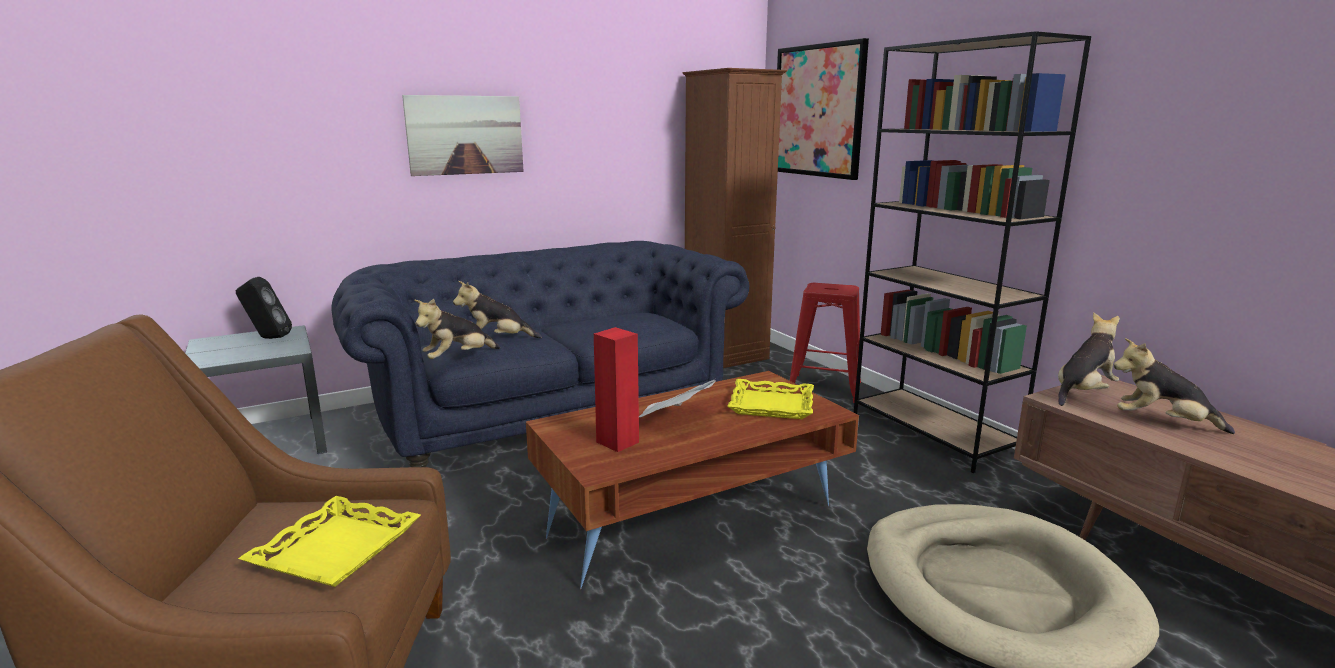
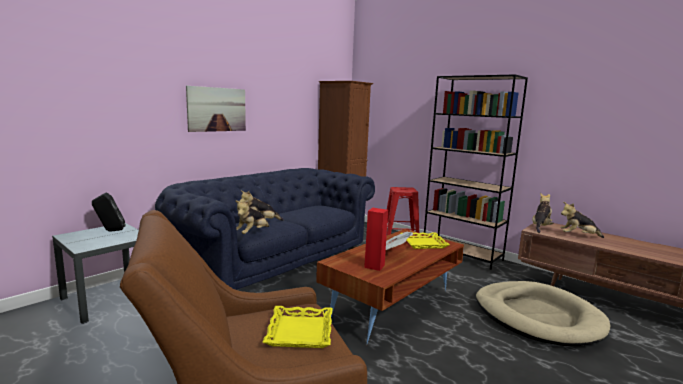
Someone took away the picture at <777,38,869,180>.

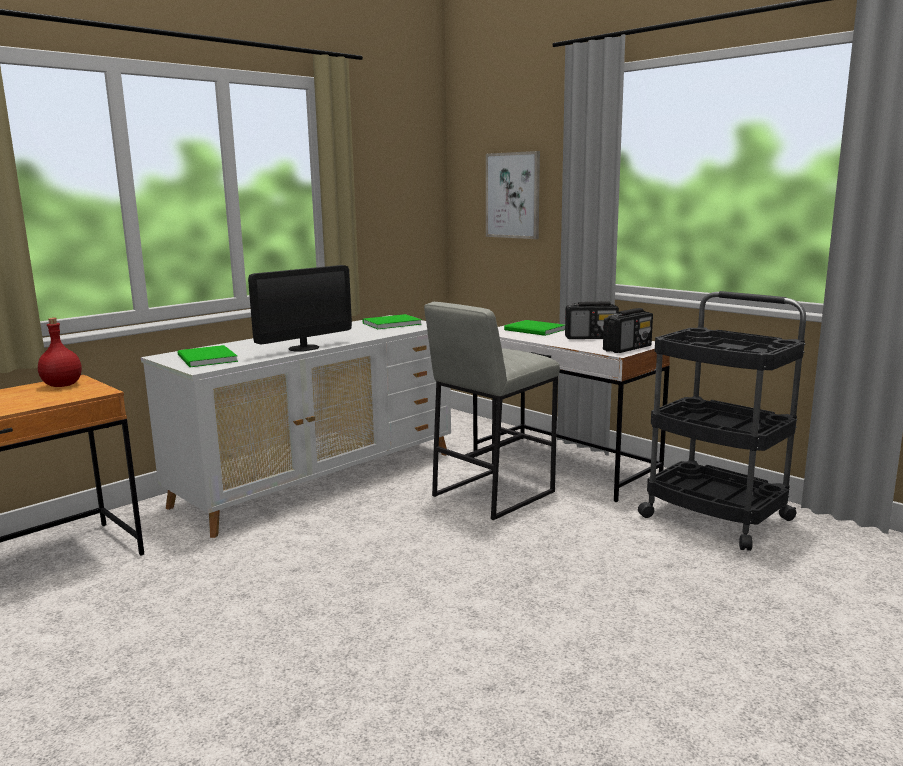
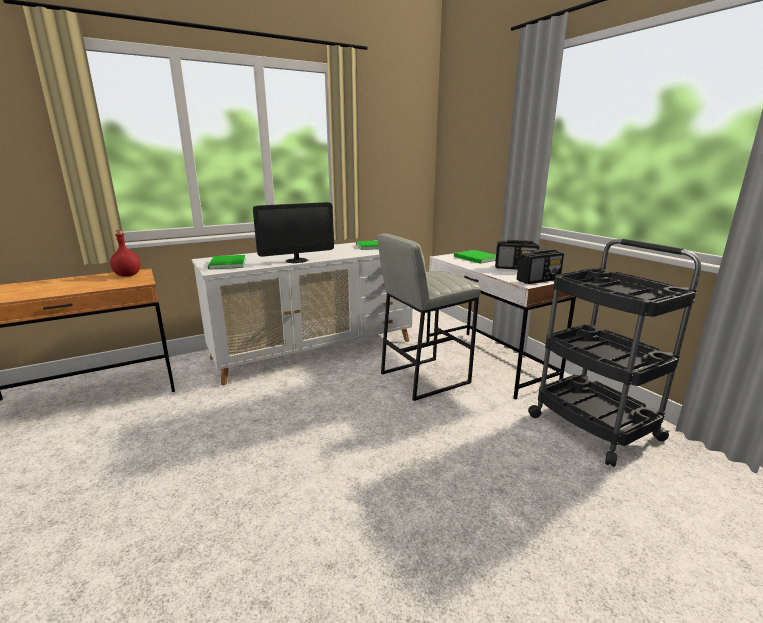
Someone took away the picture at <486,151,540,239>.

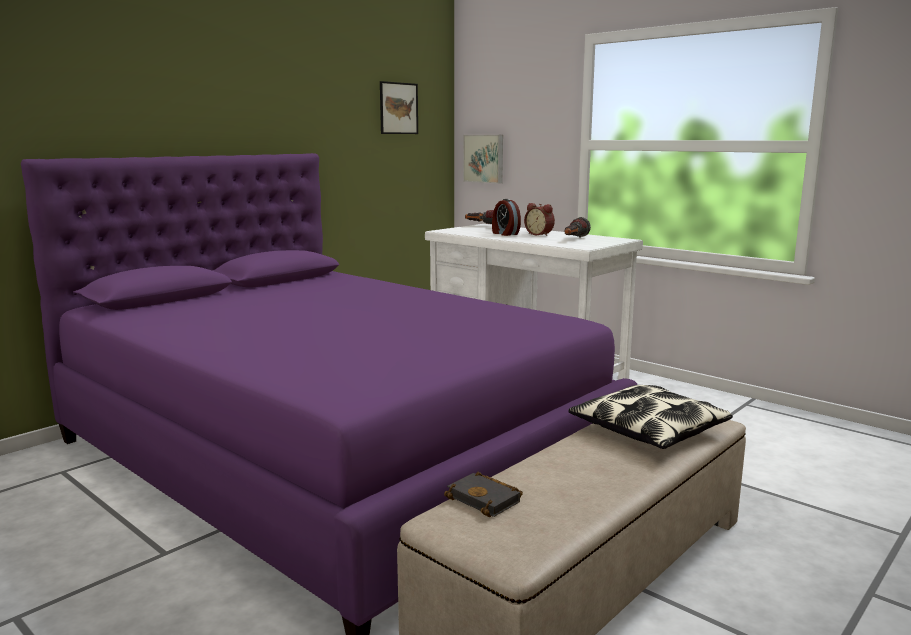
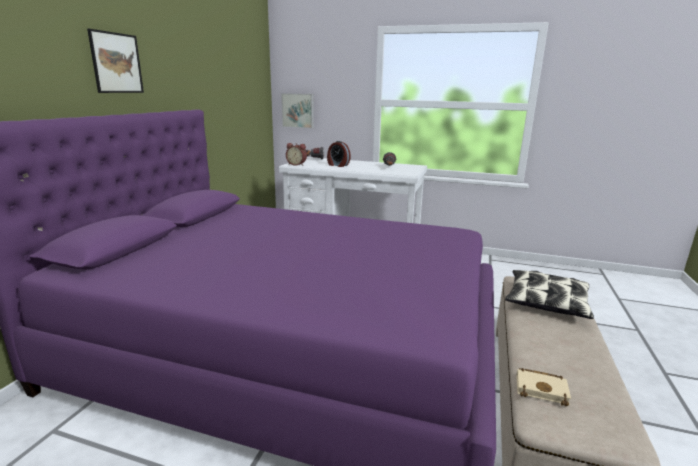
Someone carried the picture from <380,81,418,134> to <87,29,144,93>.
Someone carried the bedside clock from <524,203,555,236> to <286,143,307,166>.
Someone repainted the bound book in black at <444,472,523,517>, which became the bound book in sand-coloured at <516,368,571,406>.

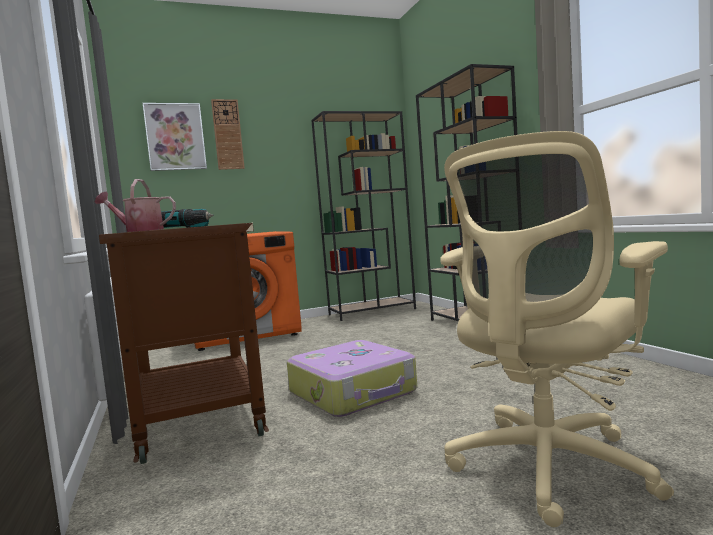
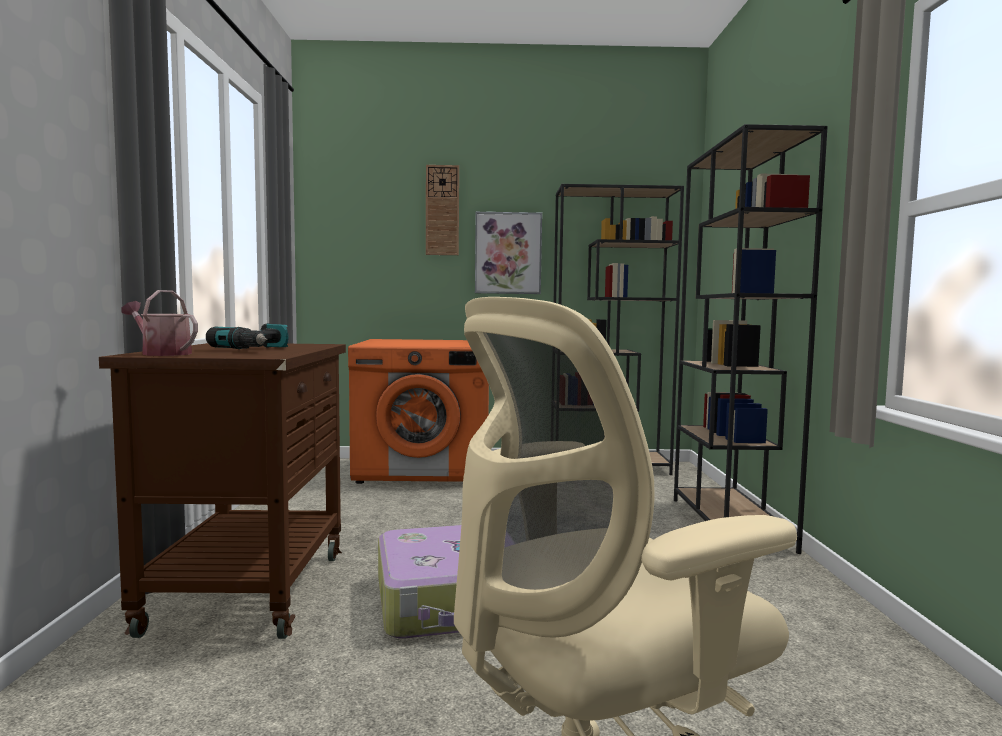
Someone carried the picture from <142,103,207,171> to <475,212,542,294>.

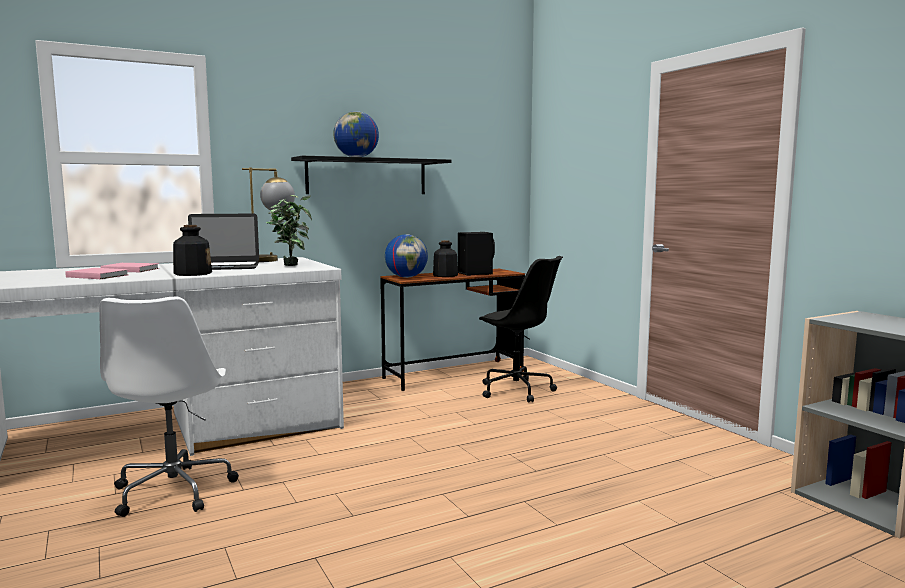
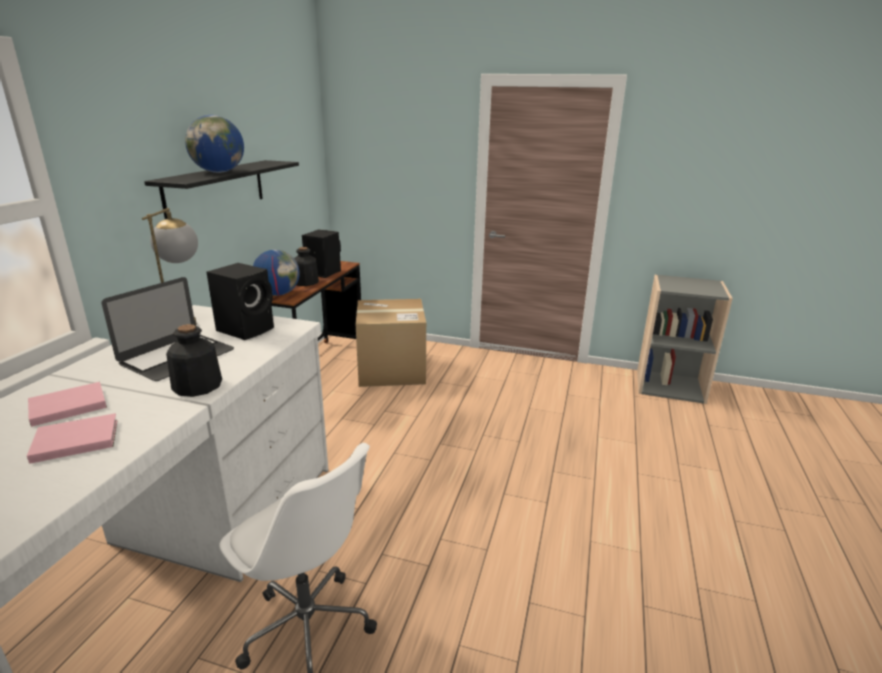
Someone swapped the potted plant at <266,195,312,266> for the audio speaker in black at <206,263,274,340>.
Someone swapped the computer chair in black at <479,256,563,402> for the cardboard box at <356,299,426,387>.

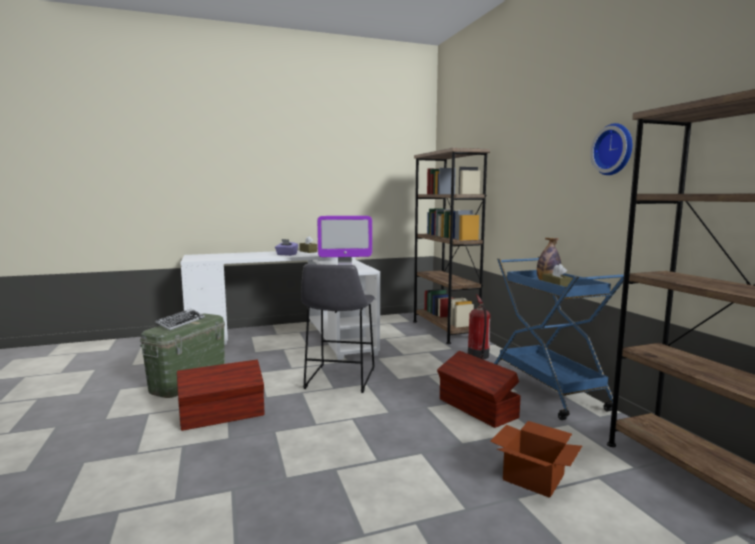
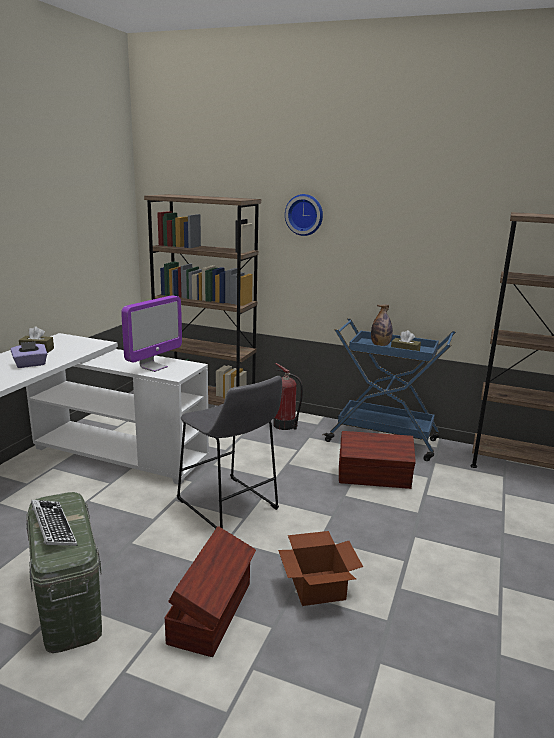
Someone carried the cardboard box from <490,421,582,498> to <278,531,363,606>.
Someone carried the clock on the wall from <590,123,632,175> to <285,194,323,236>.

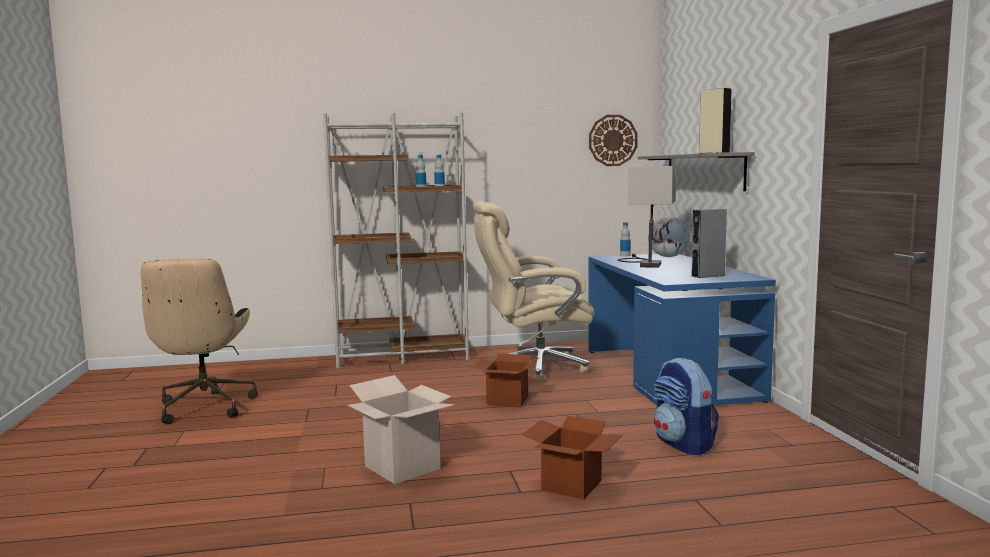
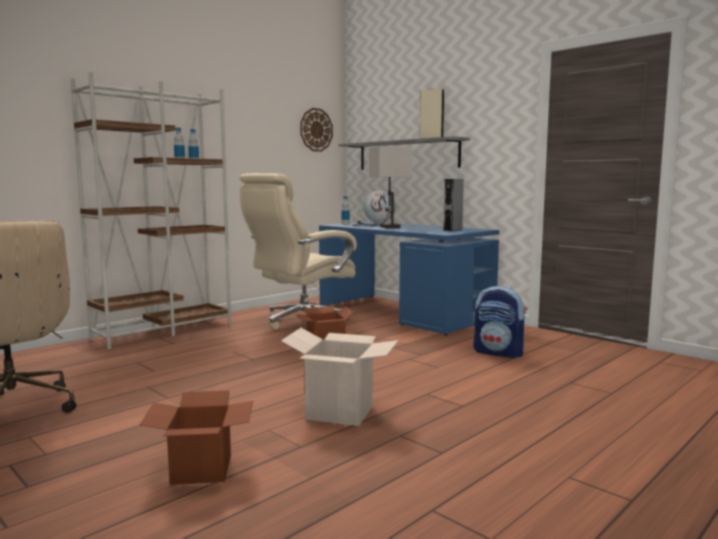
Someone carried the cardboard box from <521,416,622,499> to <139,390,253,485>.

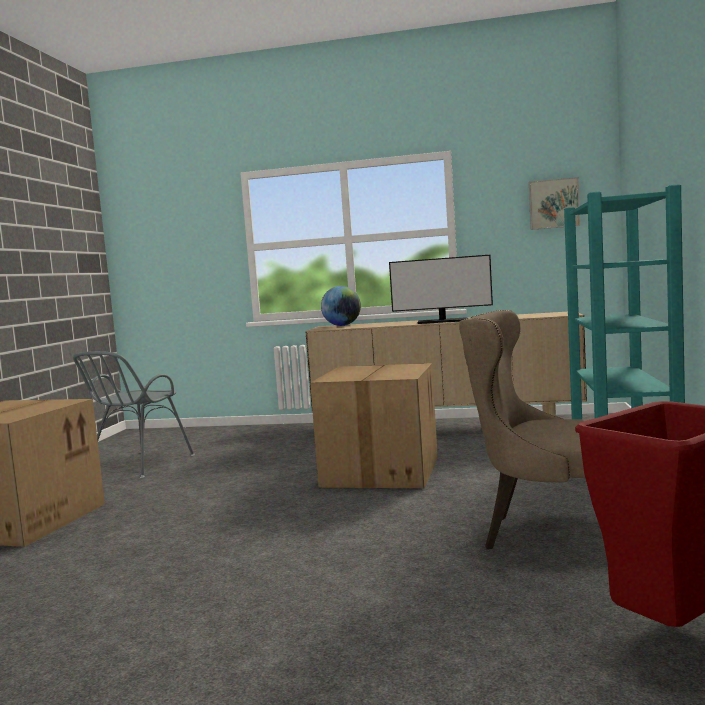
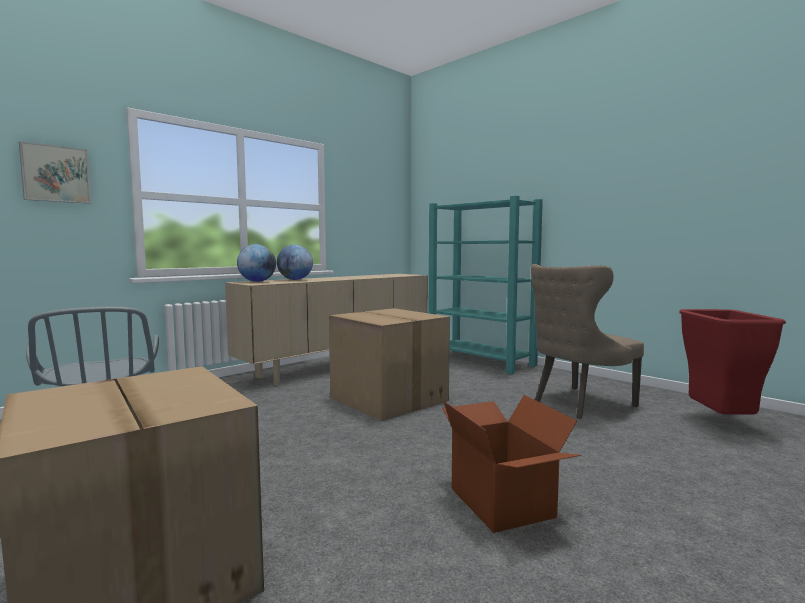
Someone took away the computer display at <389,255,493,324>.
Someone put down the desk globe at <277,244,313,280>.
Someone put down the cardboard box at <442,395,581,533>.
Someone carried the picture from <529,177,580,230> to <19,141,91,204>.

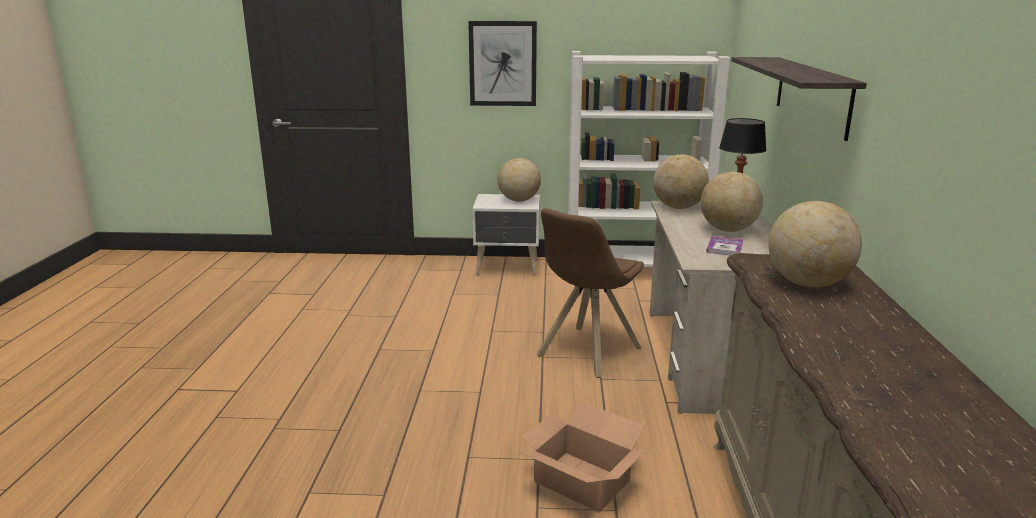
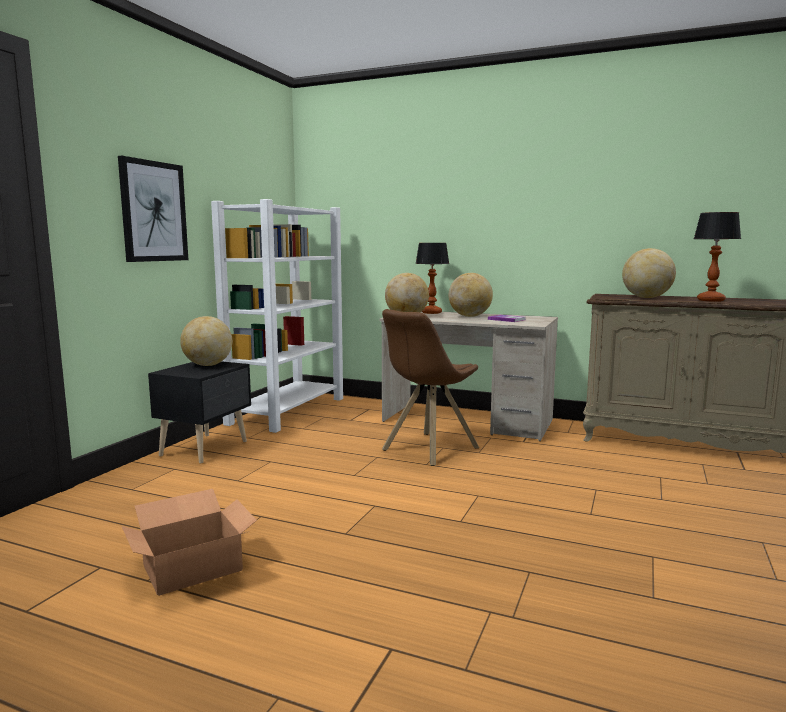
Someone took away the bracket shelf at <731,57,867,141>.
Someone put down the tabletop lamp at <694,212,741,302>.
Someone carried the cardboard box from <520,401,647,512> to <122,489,257,596>.
Someone repainted the night table in whitish at <472,194,540,276>, which became the night table in black at <148,361,251,463>.
Someone rotated the plain chair in brownish at <537,208,644,378> by 75 degrees clockwise.

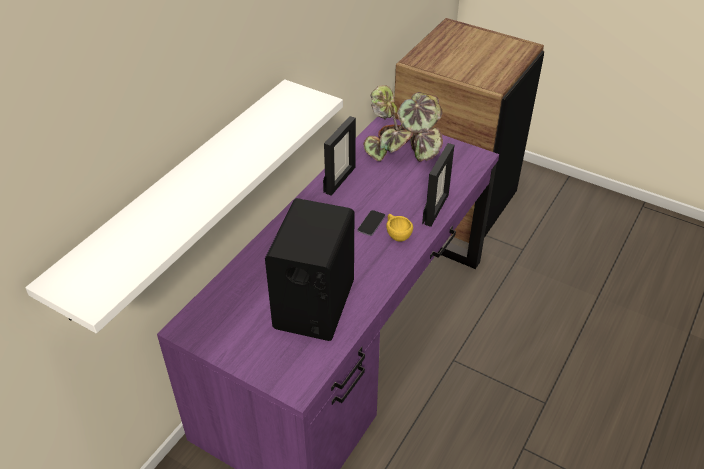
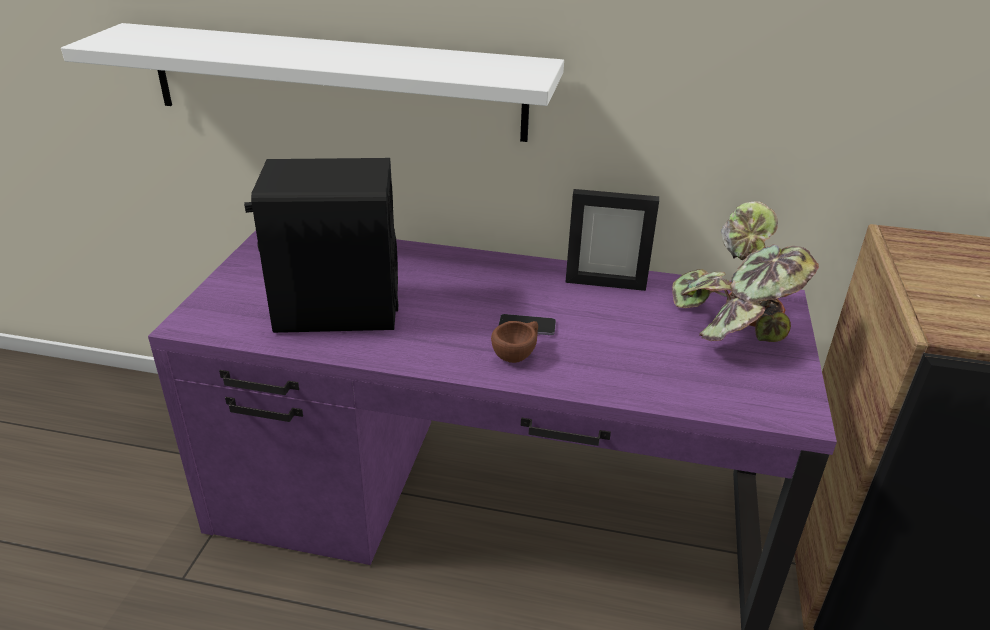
Someone took away the standing frame at <422,143,454,227>.
Someone repainted the cup in yellow at <386,214,413,242>, which became the cup in brownish at <491,321,538,363>.

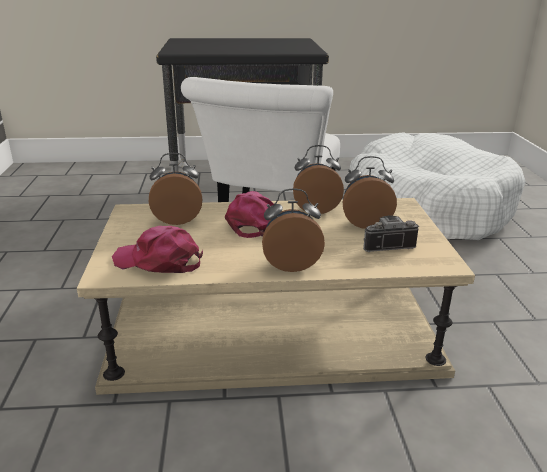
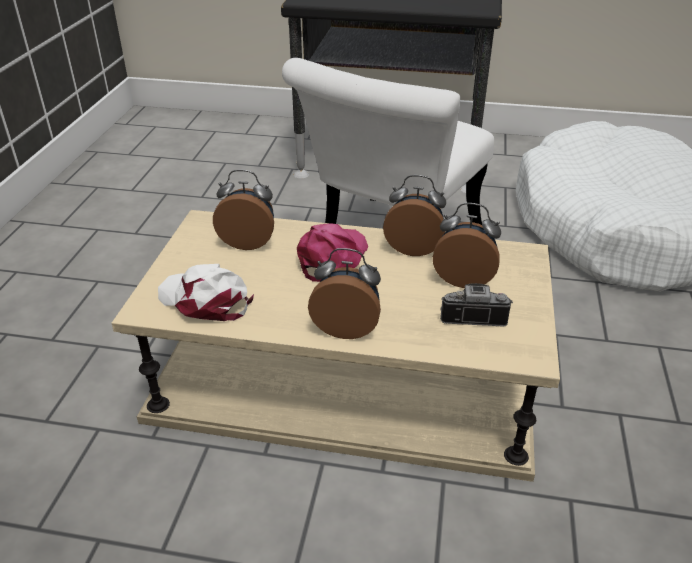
Someone repainted the baseball cap in pinkish at <112,226,203,273>, which became the baseball cap in whitish at <158,264,254,321>.

